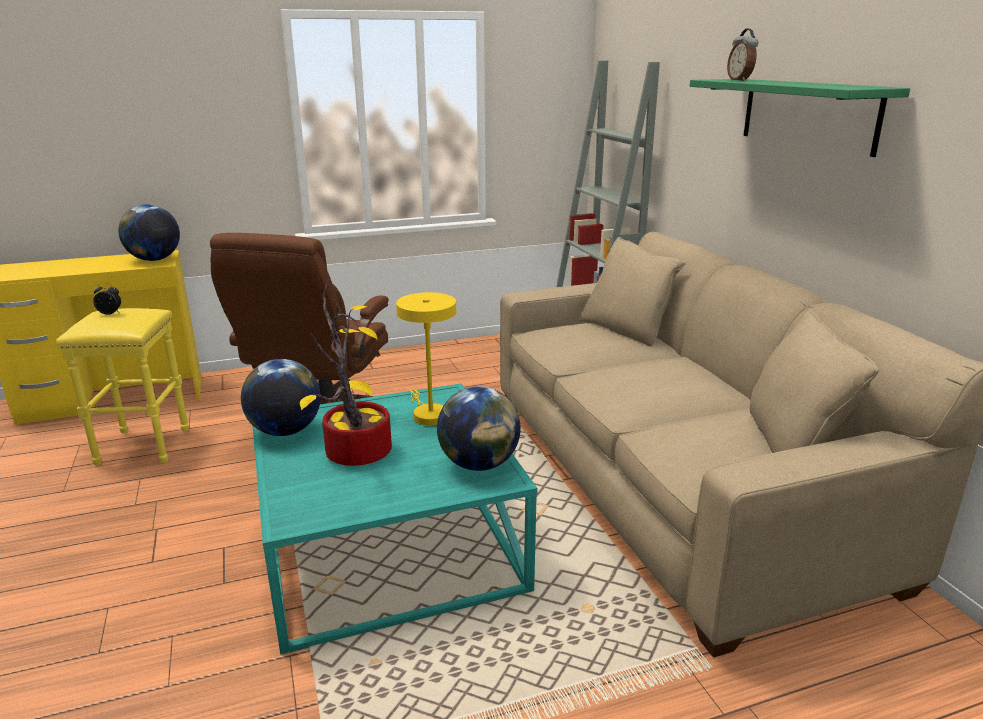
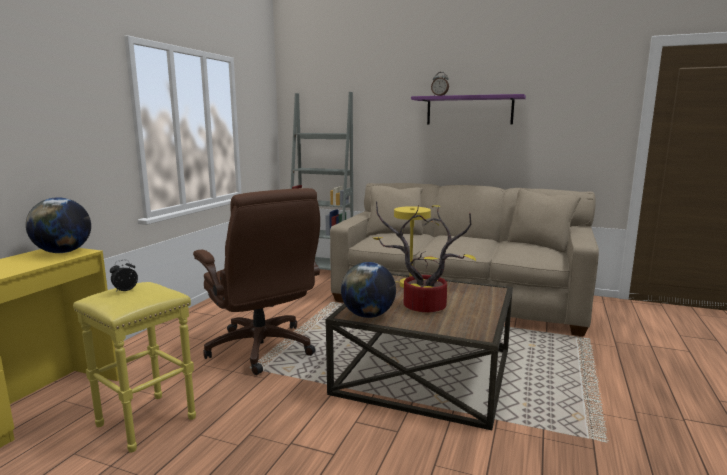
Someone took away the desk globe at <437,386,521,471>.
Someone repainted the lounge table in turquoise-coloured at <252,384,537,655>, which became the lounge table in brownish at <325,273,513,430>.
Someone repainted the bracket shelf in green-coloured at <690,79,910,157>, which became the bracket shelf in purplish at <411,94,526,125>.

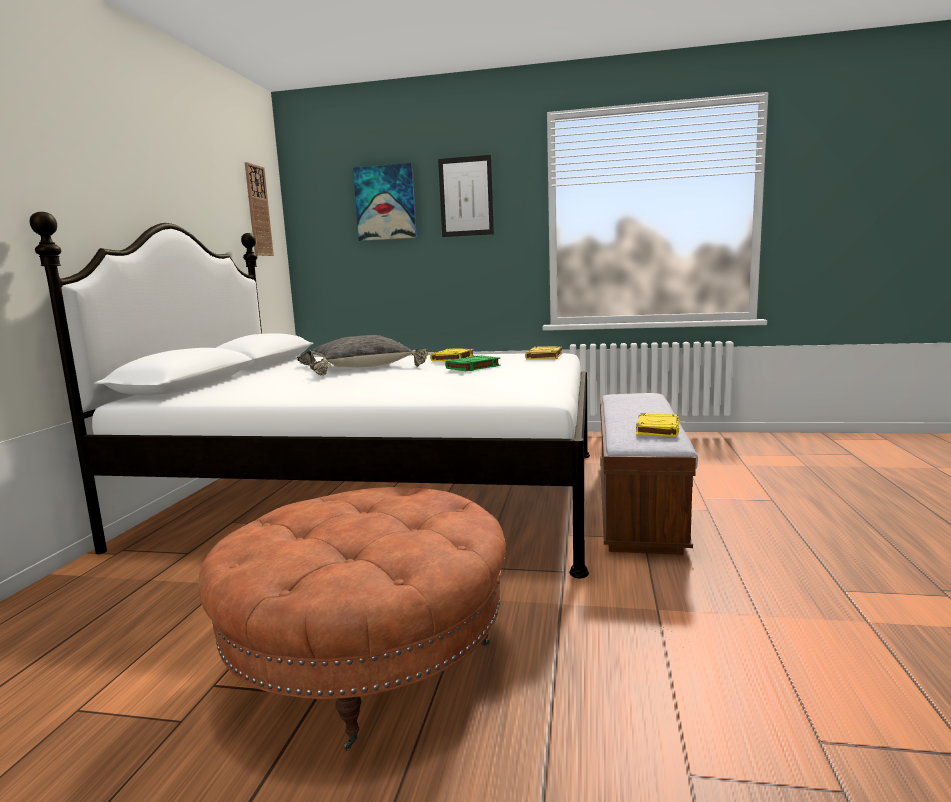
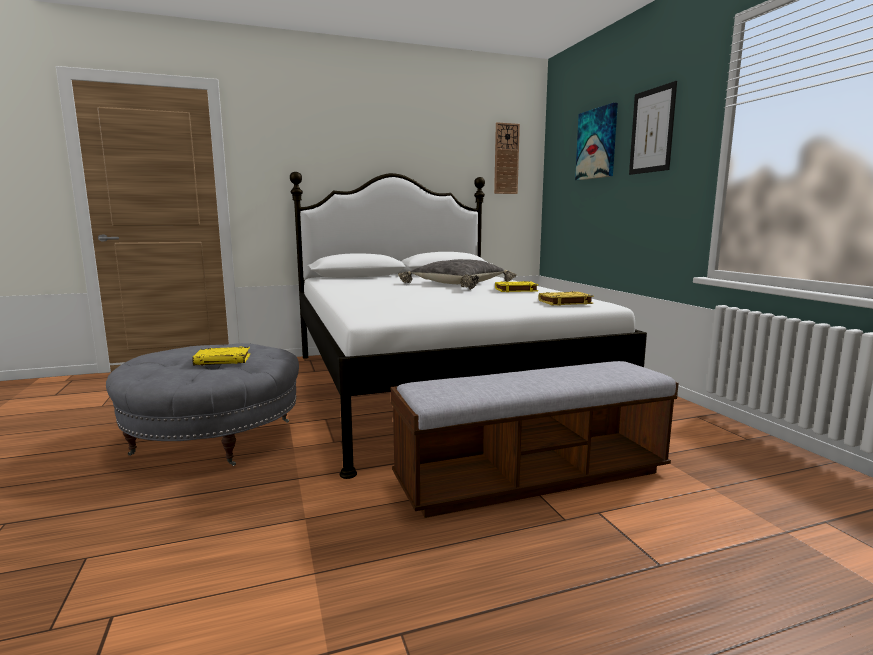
Someone took away the bound book in green-coloured at <445,355,500,371>.
Someone carried the bound book in yellow from <636,413,680,437> to <192,346,250,365>.
Someone repainted the pouffe in brownish at <199,487,506,751>, which became the pouffe in gray at <106,343,299,466>.

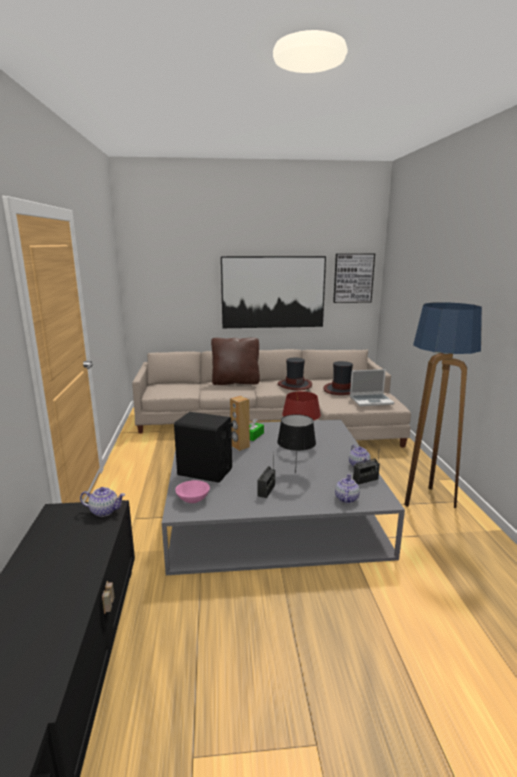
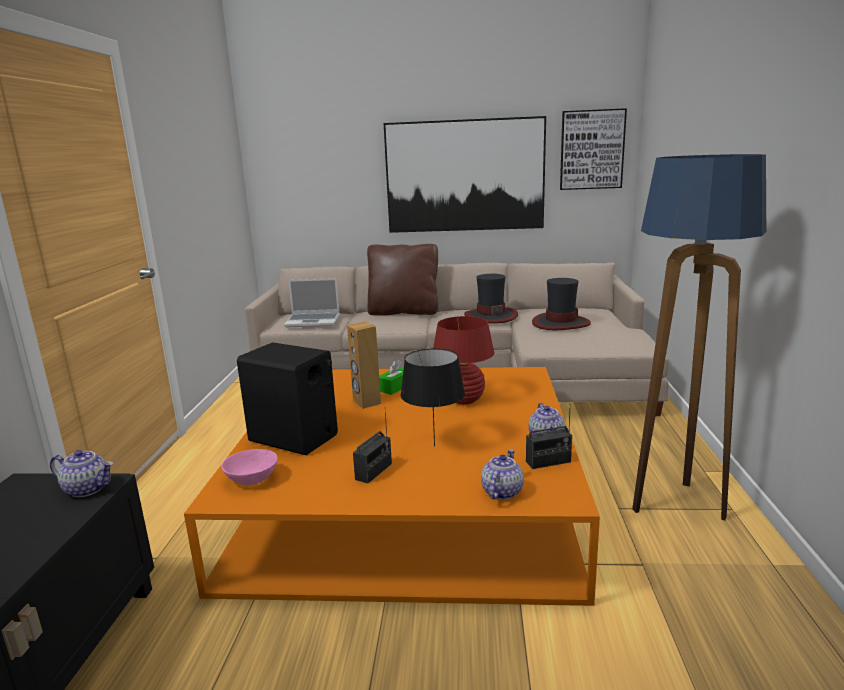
Someone carried the notebook computer from <350,369,394,406> to <284,278,340,327>.
Someone repainted the lounge table in gray at <162,420,405,575>, which became the lounge table in orangey at <184,367,600,606>.

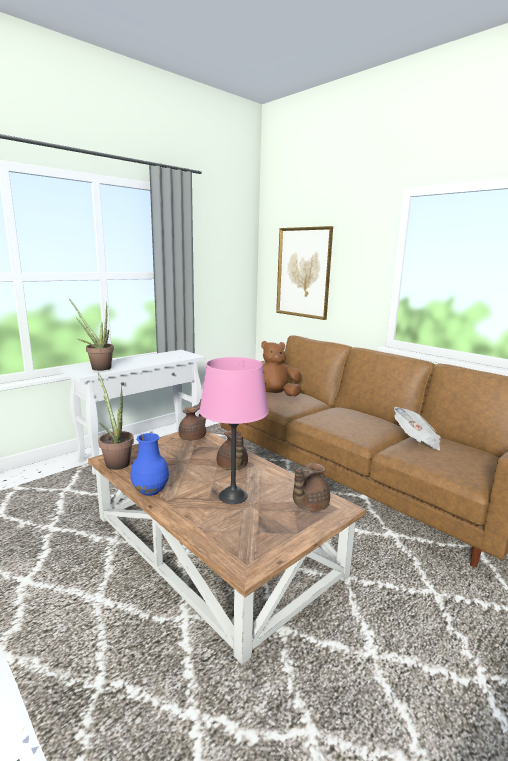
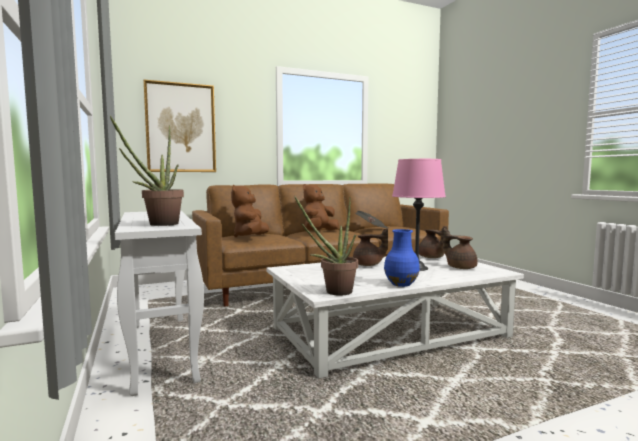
Someone put down the soft toy in brownish at <303,184,339,231>.
Someone carried the tea pot in brownish from <178,400,206,440> to <443,228,478,269>.
Someone repainted the lounge table in brownish at <88,430,366,664>, which became the lounge table in whitish at <266,254,524,378>.

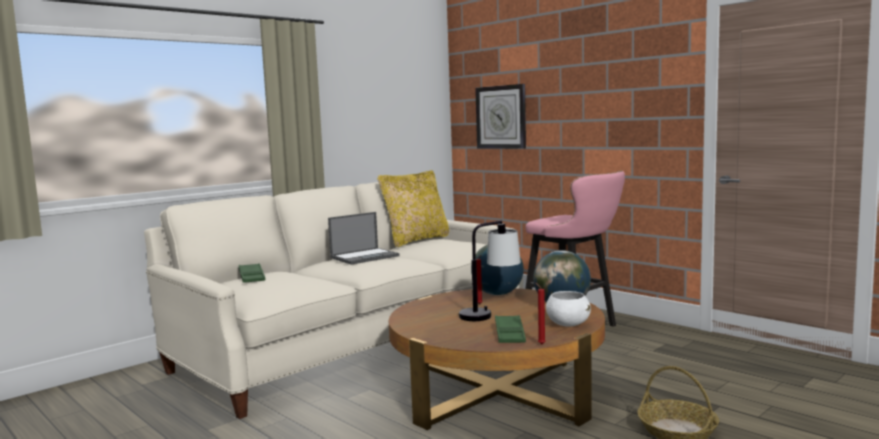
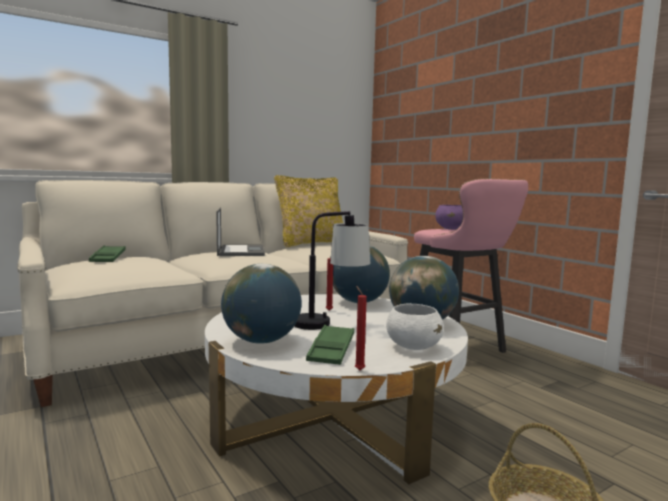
Someone took away the clock on the wall at <475,84,526,149>.
Someone put down the desk globe at <221,264,302,344>.
Someone put down the bowl in purplish at <435,205,463,230>.
Someone repainted the lounge table in brownish at <389,288,605,430>, which became the lounge table in whitish at <205,294,468,484>.
Someone rotated the notebook computer at <328,212,400,264> by 75 degrees counterclockwise.

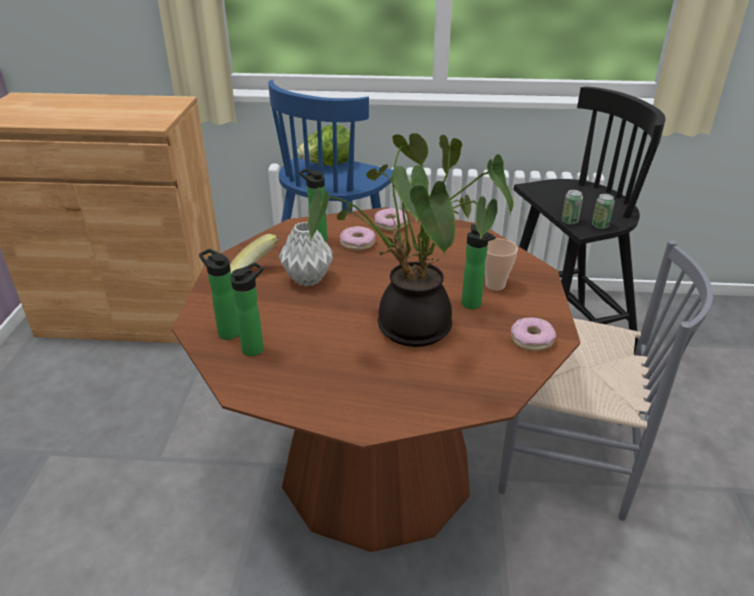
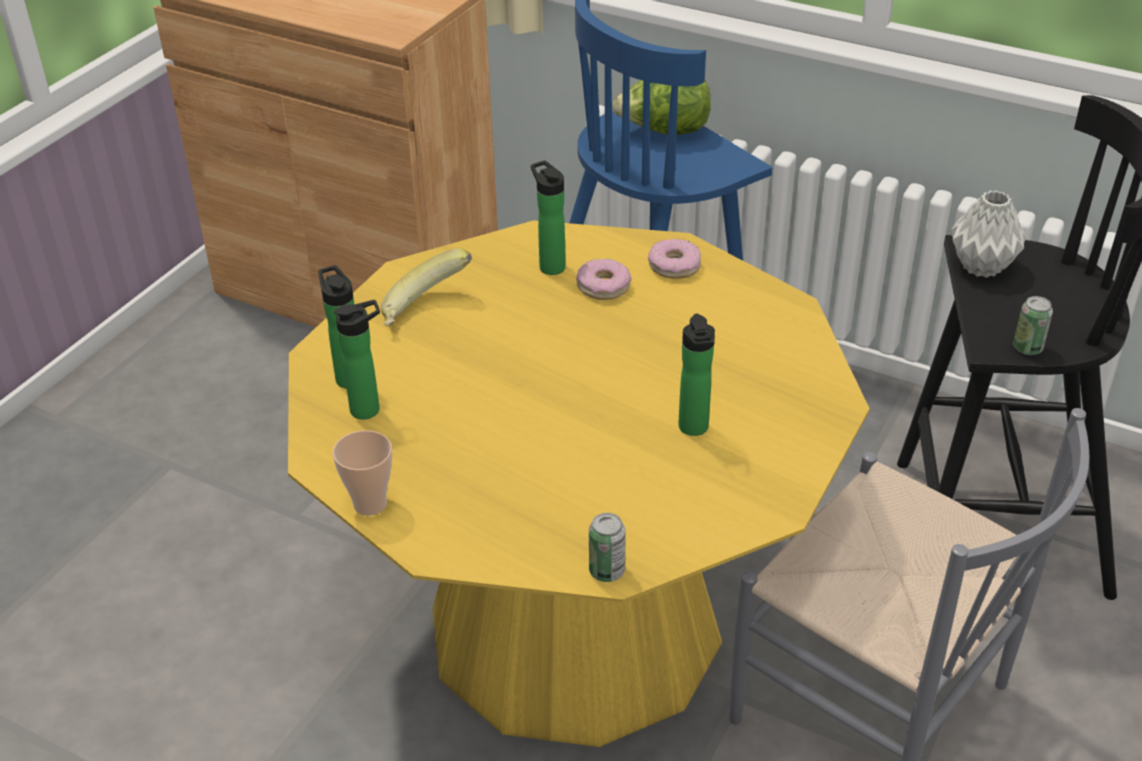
Someone took away the potted plant at <308,133,514,347>.
Someone took away the ring doughnut at <511,317,556,351>.
Someone carried the decorative vase in gray from <279,222,333,286> to <951,191,1026,278>.
Someone carried the cup from <485,239,518,291> to <332,430,392,516>.
Someone carried the can from <561,190,583,225> to <589,513,626,582>.
Someone repainted the dinner table in brownish at <172,207,580,552>, which became the dinner table in yellow at <288,220,870,747>.

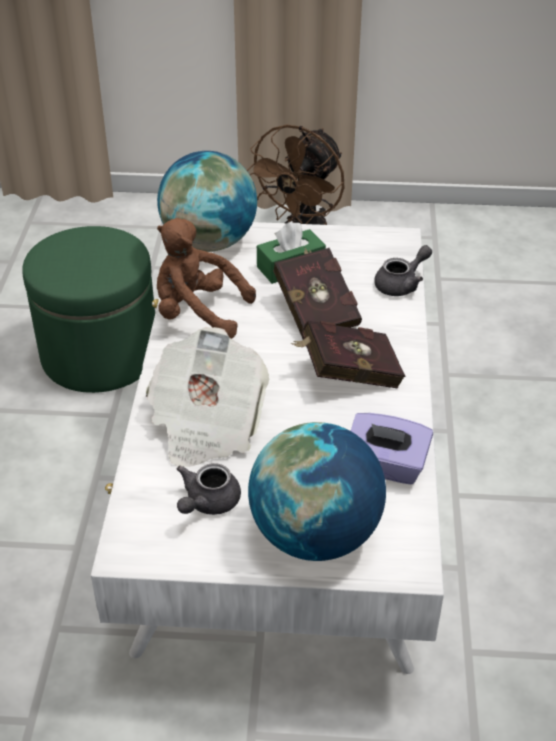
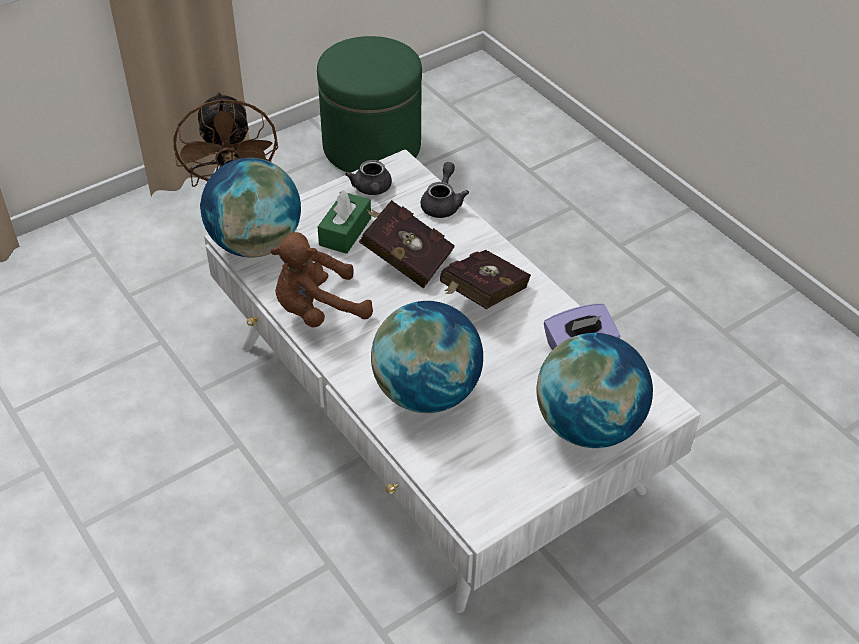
Someone carried the pouffe in green-coloured from <22,226,155,393> to <317,36,422,173>.
Someone carried the tea pot in gray from <177,463,241,515> to <345,160,392,195>.
Someone swapped the newspaper at <146,327,269,467> for the desk globe at <371,301,483,413>.

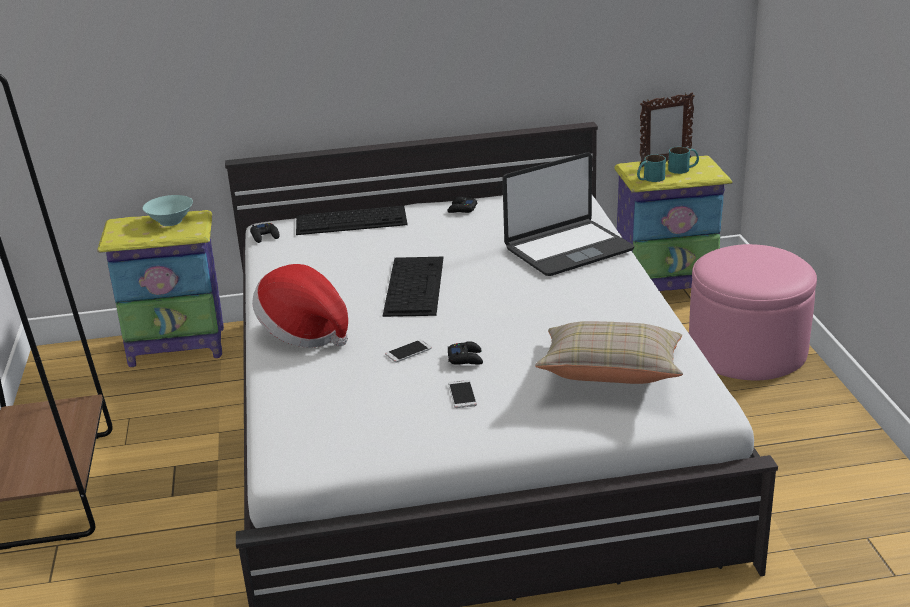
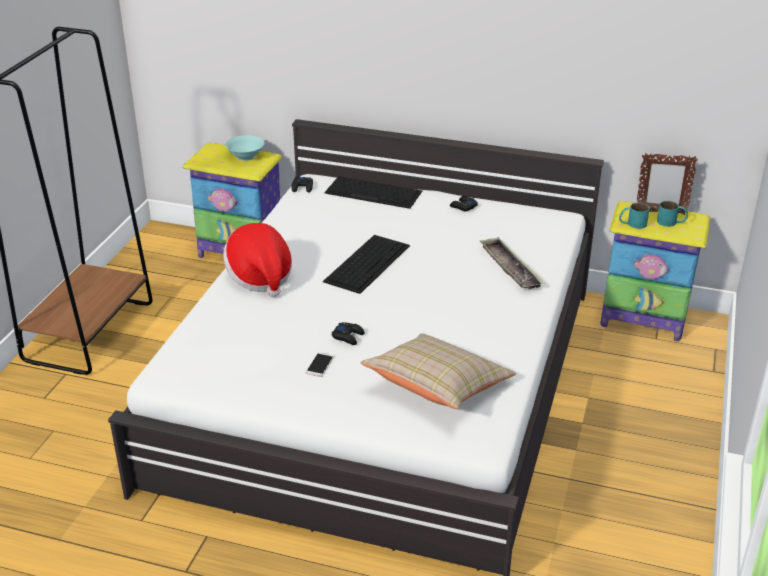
Someone took away the telephone at <385,339,432,363>.
Someone took away the pouffe in pinkish at <689,244,817,380>.
Someone swapped the notebook computer at <502,152,634,276> for the carrying tray at <480,237,545,289>.

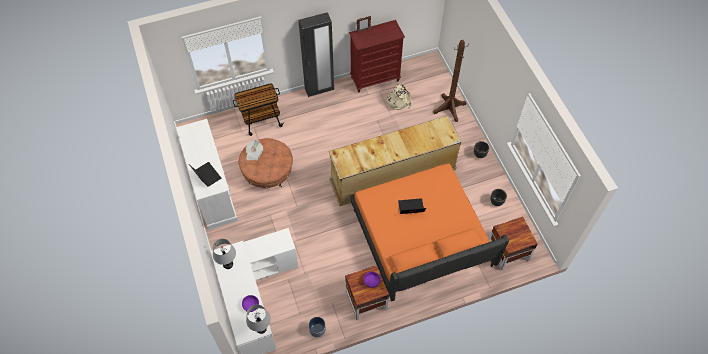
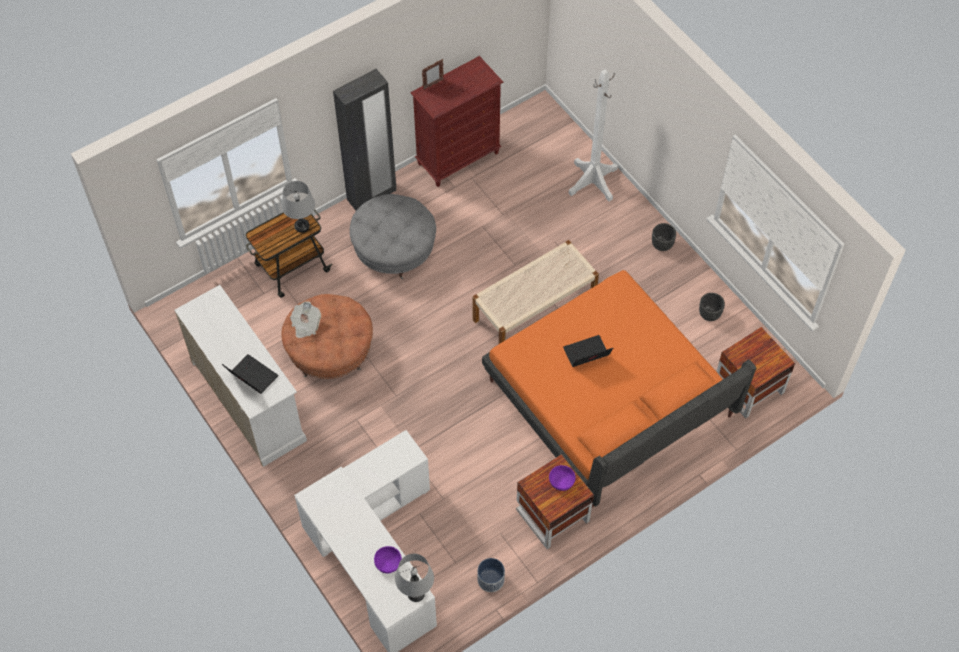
Someone took away the knapsack in sand-coloured at <385,84,411,110>.
Someone put down the pouffe in gray at <350,194,436,279>.
Someone carried the tabletop lamp in gray from <213,239,236,269> to <282,181,315,233>.
Someone swapped the cupboard at <329,116,462,206> for the indoor bench in sand-coloured at <472,240,599,344>.
Someone repainted the clothes rack in brownish at <433,40,469,122>, which became the clothes rack in whitish at <569,69,618,201>.

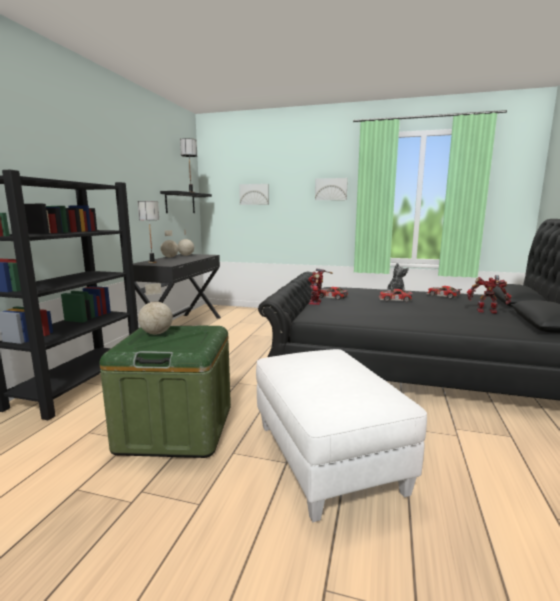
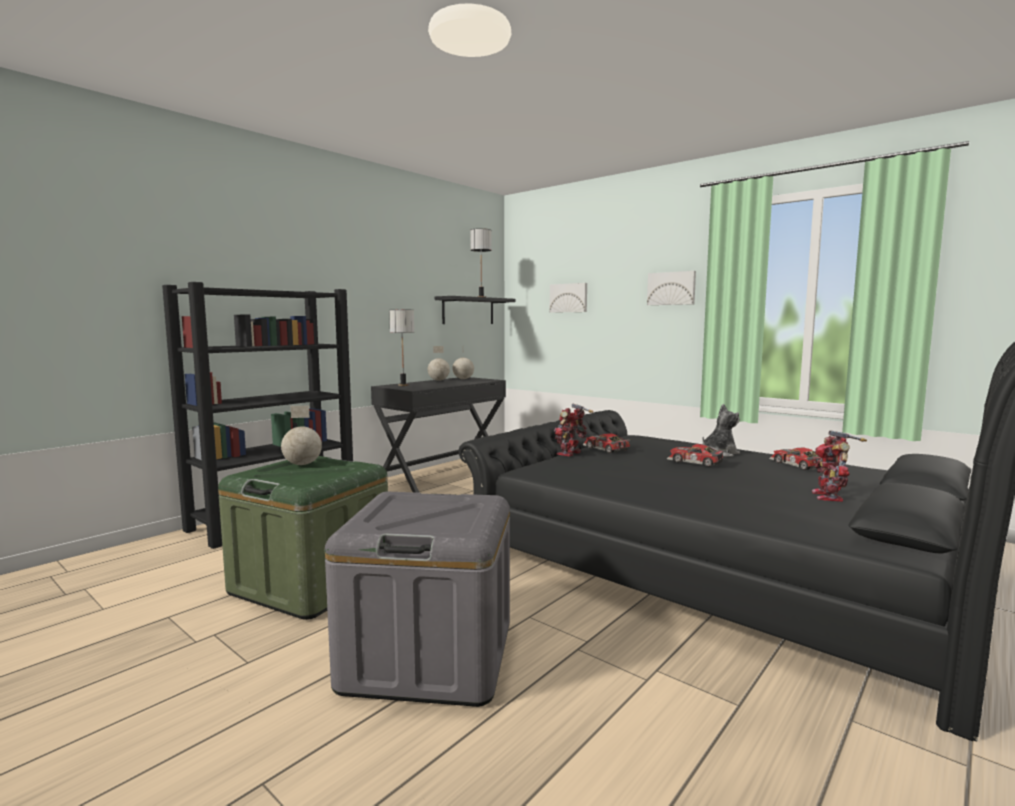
Someone swapped the pouffe in whitish at <256,349,427,522> for the storage box in gray at <325,492,510,707>.
Someone rotated the robot figure at <467,275,511,314> by 120 degrees counterclockwise.

